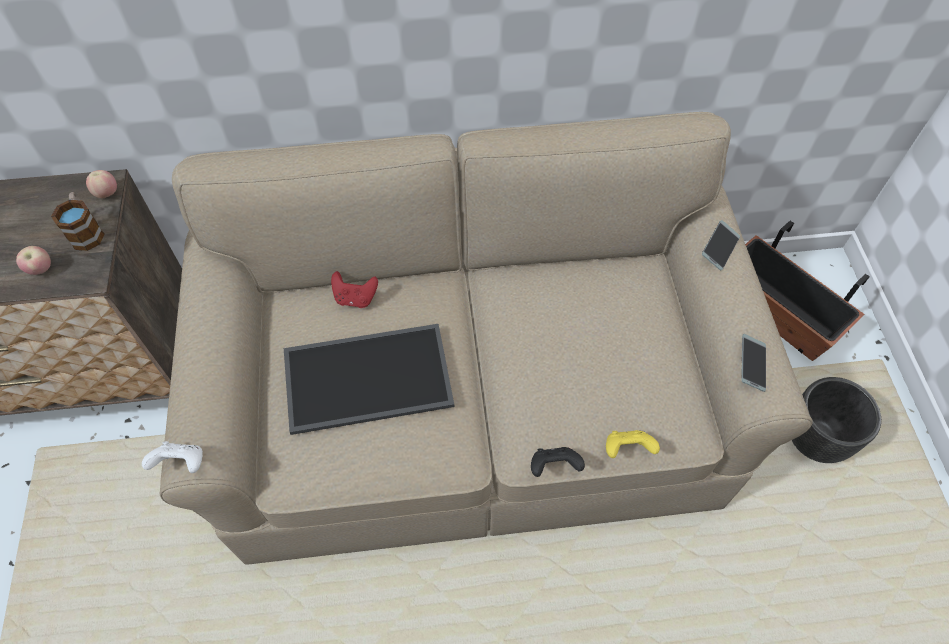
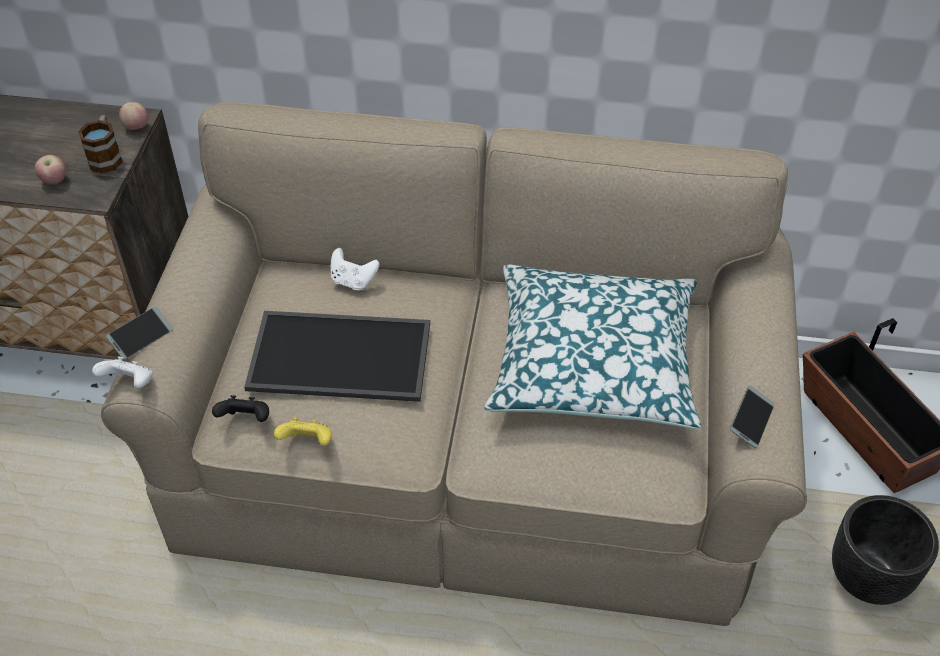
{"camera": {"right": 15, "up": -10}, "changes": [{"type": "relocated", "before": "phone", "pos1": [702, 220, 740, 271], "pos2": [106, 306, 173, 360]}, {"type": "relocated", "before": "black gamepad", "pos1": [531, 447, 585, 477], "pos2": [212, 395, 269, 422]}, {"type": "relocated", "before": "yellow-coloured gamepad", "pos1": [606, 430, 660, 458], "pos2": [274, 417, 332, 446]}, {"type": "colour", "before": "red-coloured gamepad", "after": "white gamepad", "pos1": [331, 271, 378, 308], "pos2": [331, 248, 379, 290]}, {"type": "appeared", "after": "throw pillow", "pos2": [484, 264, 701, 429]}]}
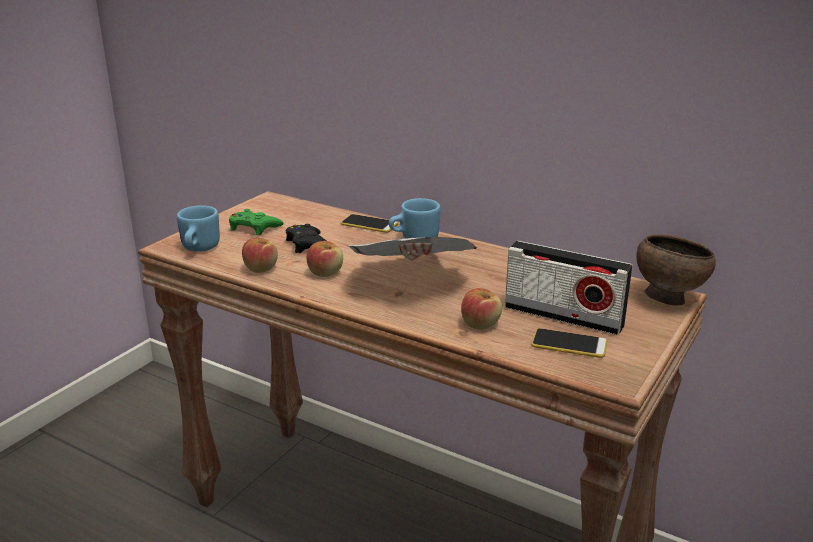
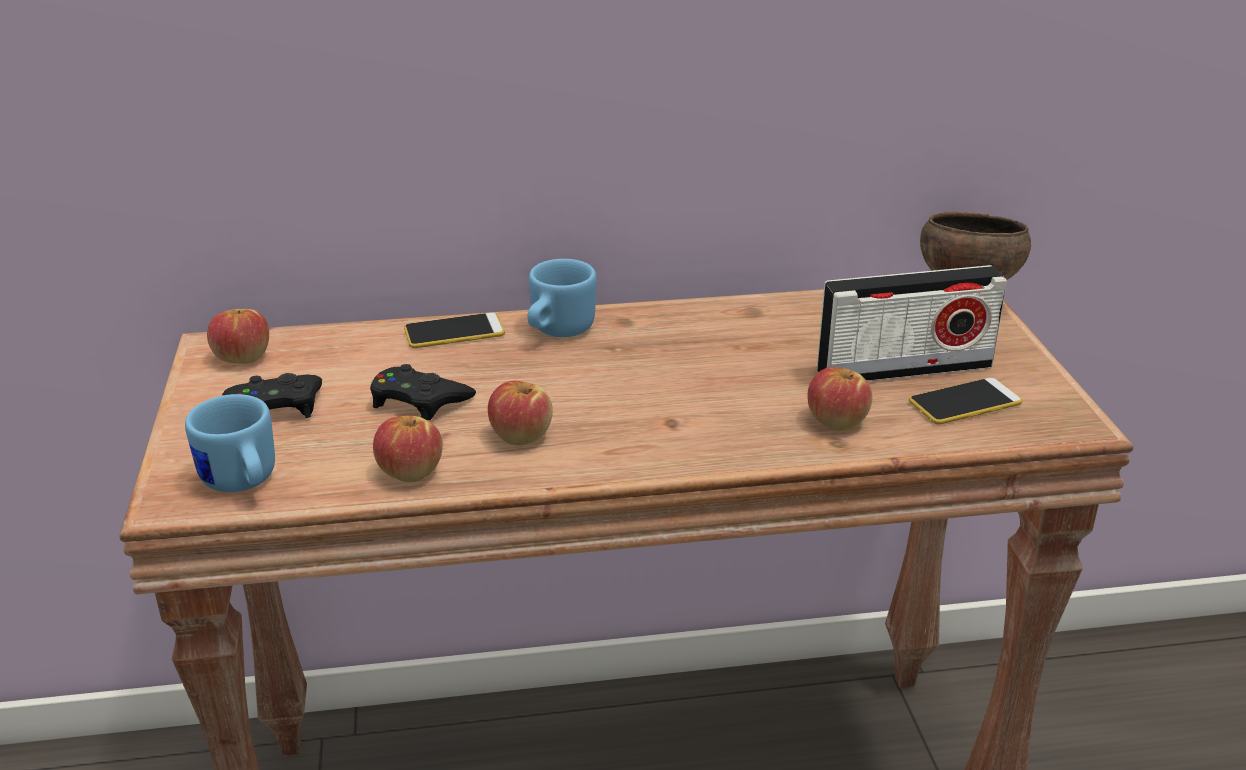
{"camera": {"right": -40, "up": 5}, "changes": [{"type": "appeared", "after": "apple fruit", "pos2": [207, 309, 269, 364]}, {"type": "colour", "before": "green gamepad", "after": "black gamepad", "pos1": [229, 209, 284, 235], "pos2": [222, 373, 322, 418]}, {"type": "missing", "before": "daily paper", "pos1": [349, 237, 477, 261]}]}
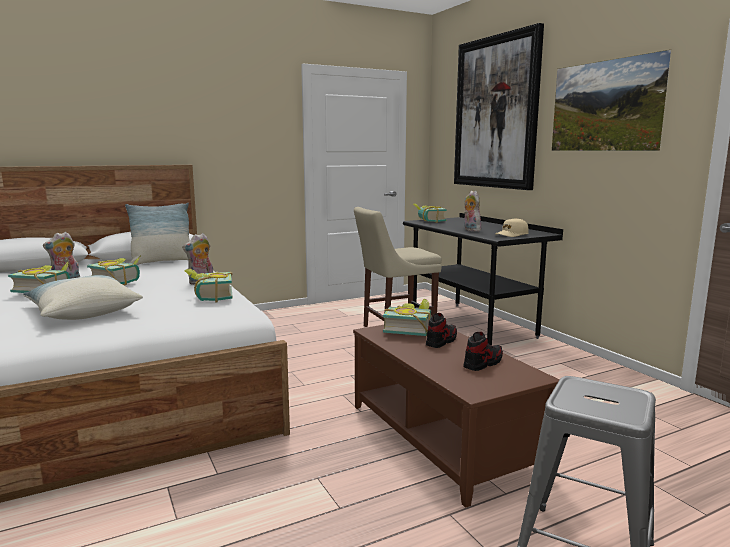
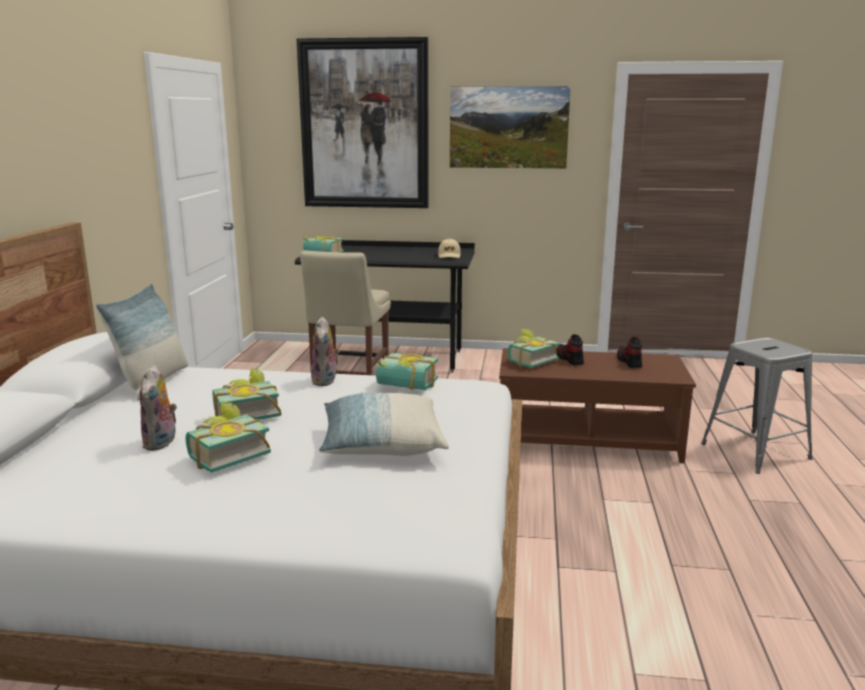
{"camera": {"right": -55, "up": 5}, "changes": [{"type": "missing", "before": "soft toy", "pos1": [464, 191, 481, 231]}]}
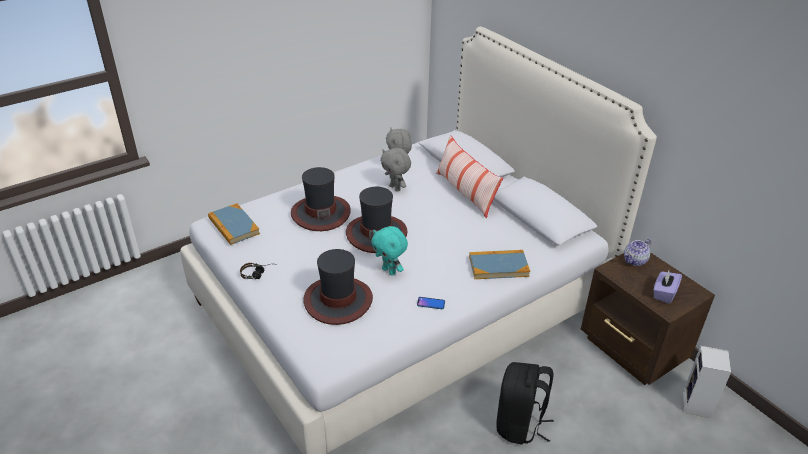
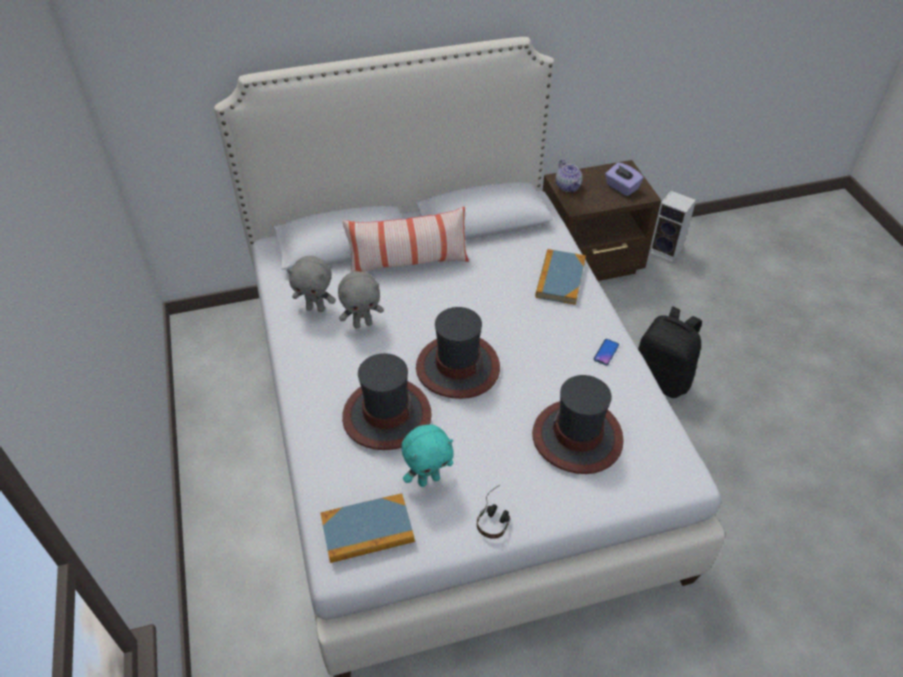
{"camera": {"right": -70, "up": 10}, "changes": [{"type": "relocated", "before": "blue-green soft toy", "pos1": [371, 226, 408, 276], "pos2": [401, 424, 453, 487]}]}
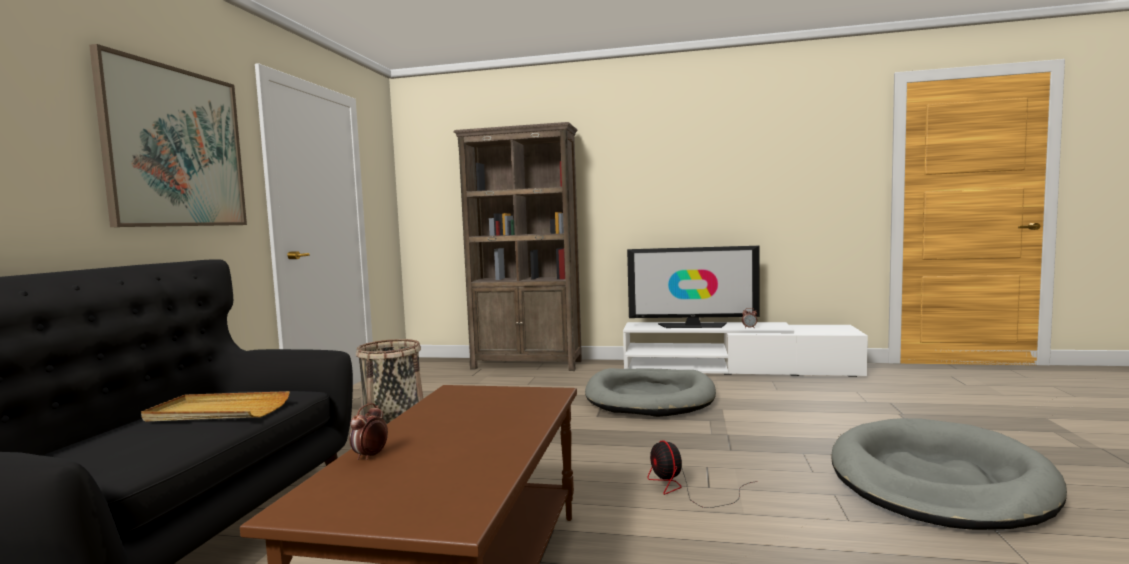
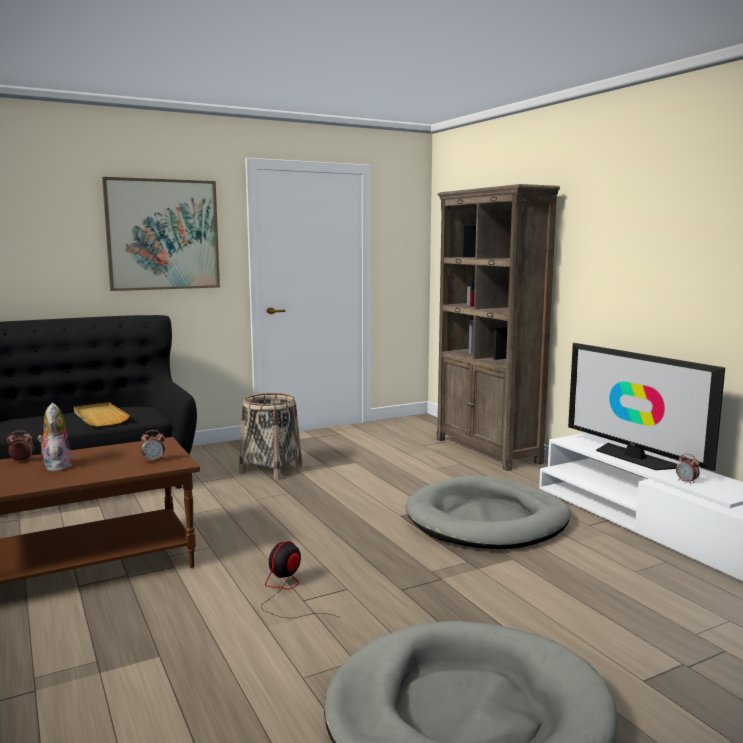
{"camera": {"right": 50, "up": 5}, "changes": [{"type": "appeared", "after": "soft toy", "pos2": [38, 403, 72, 472]}, {"type": "appeared", "after": "table clock", "pos2": [141, 430, 165, 462]}]}
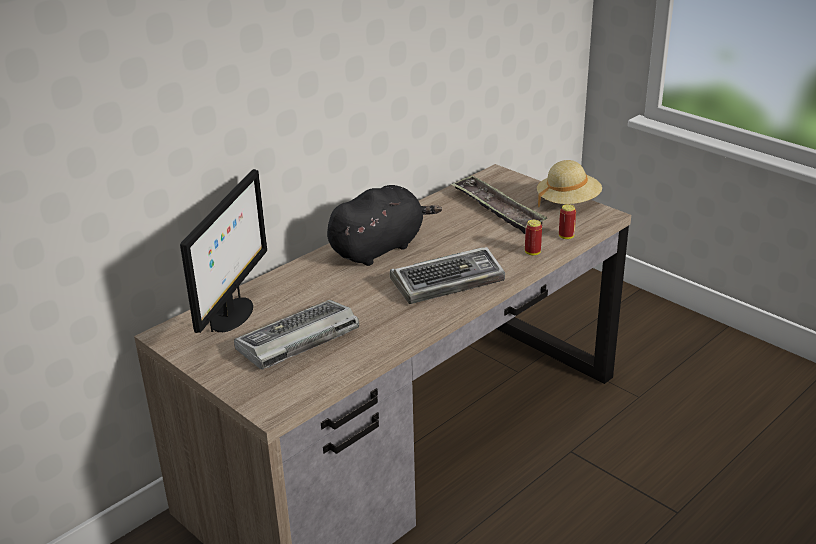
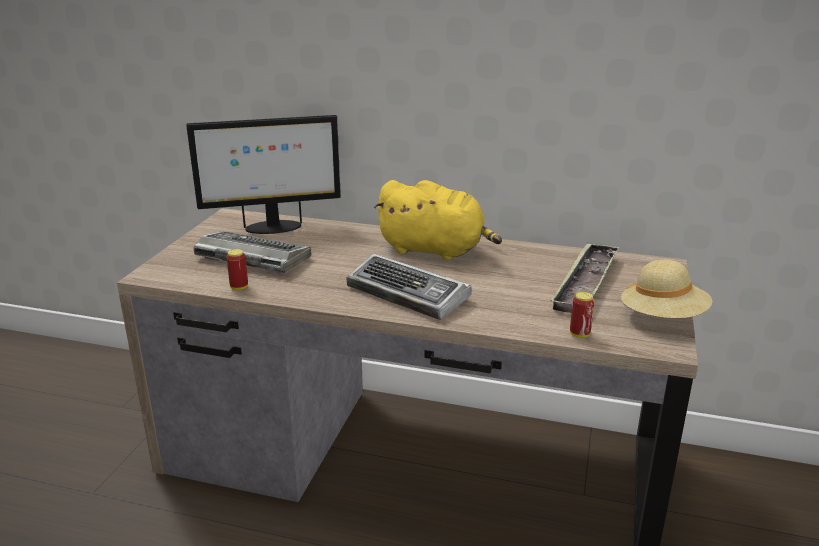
{"camera": {"right": 60, "up": -5}, "changes": [{"type": "relocated", "before": "metal can", "pos1": [525, 220, 542, 255], "pos2": [227, 249, 248, 290]}, {"type": "colour", "before": "black soft toy", "after": "yellow-coloured soft toy", "pos1": [327, 185, 442, 266], "pos2": [374, 180, 502, 260]}]}
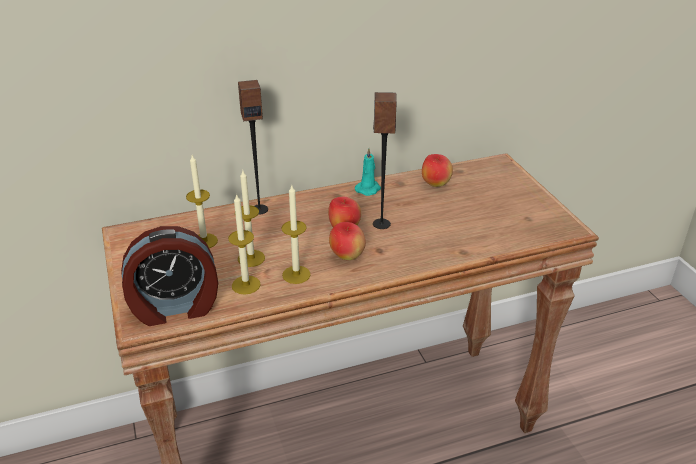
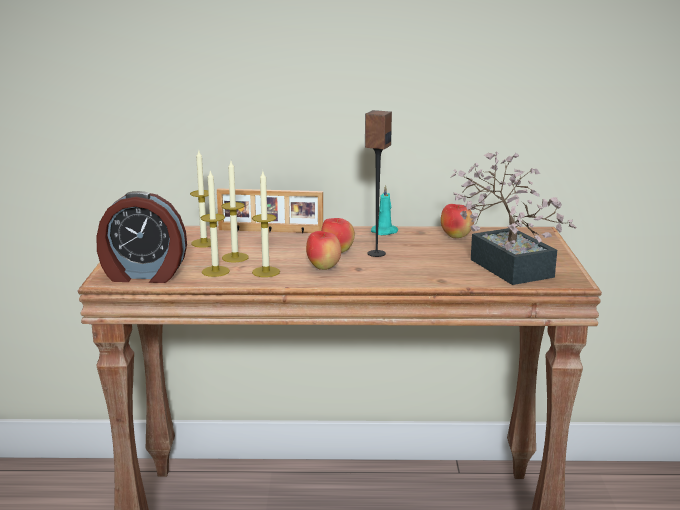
{"camera": {"right": 20, "up": -15}, "changes": [{"type": "exchanged", "before": "loudspeaker", "after": "picture frame", "pos1": [238, 80, 268, 215], "pos2": [217, 188, 323, 234]}, {"type": "appeared", "after": "houseplant", "pos2": [450, 151, 576, 285]}]}
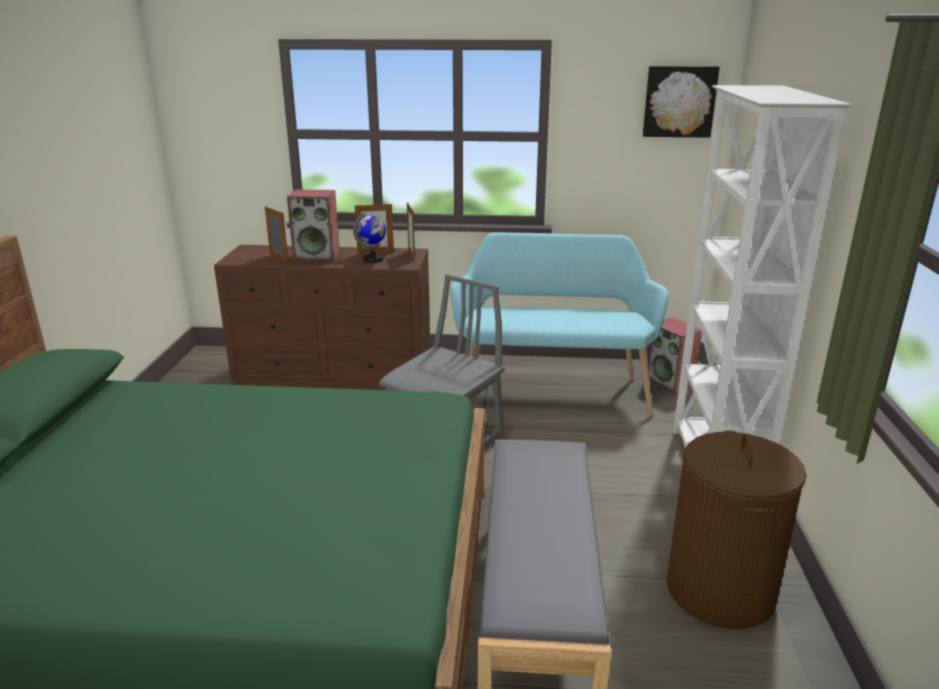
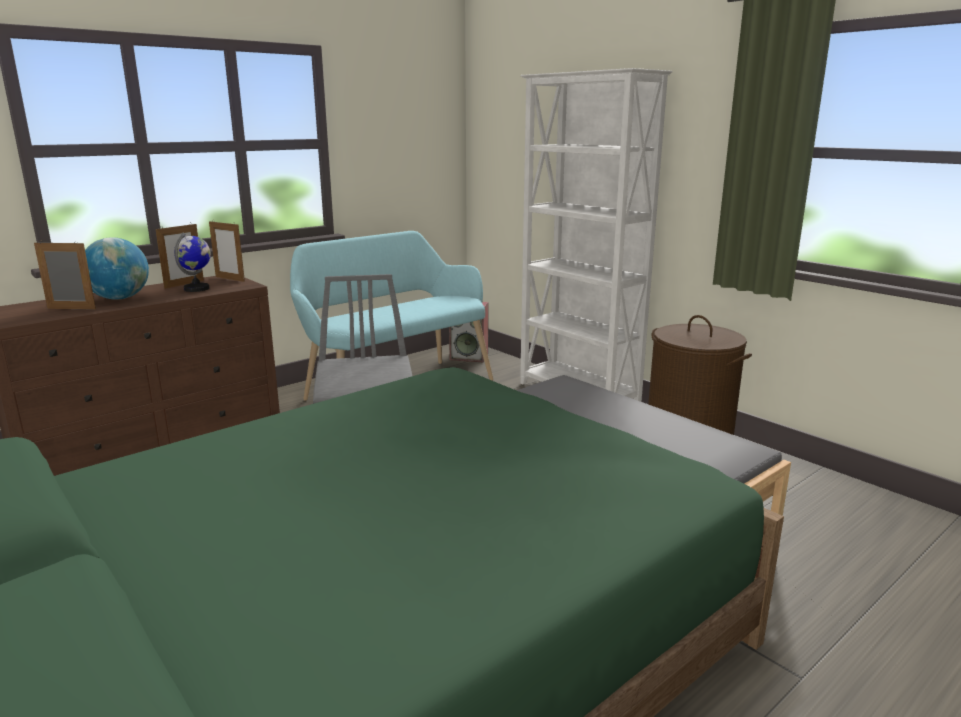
{"camera": {"right": -45, "up": -5}, "changes": [{"type": "exchanged", "before": "loudspeaker", "after": "globe", "pos1": [287, 190, 340, 261], "pos2": [85, 237, 149, 300]}, {"type": "missing", "before": "wall art", "pos1": [643, 66, 720, 138]}]}
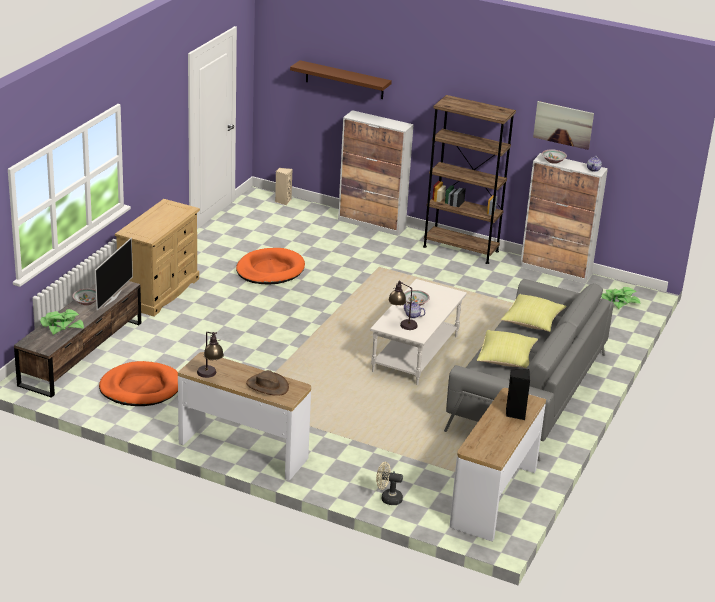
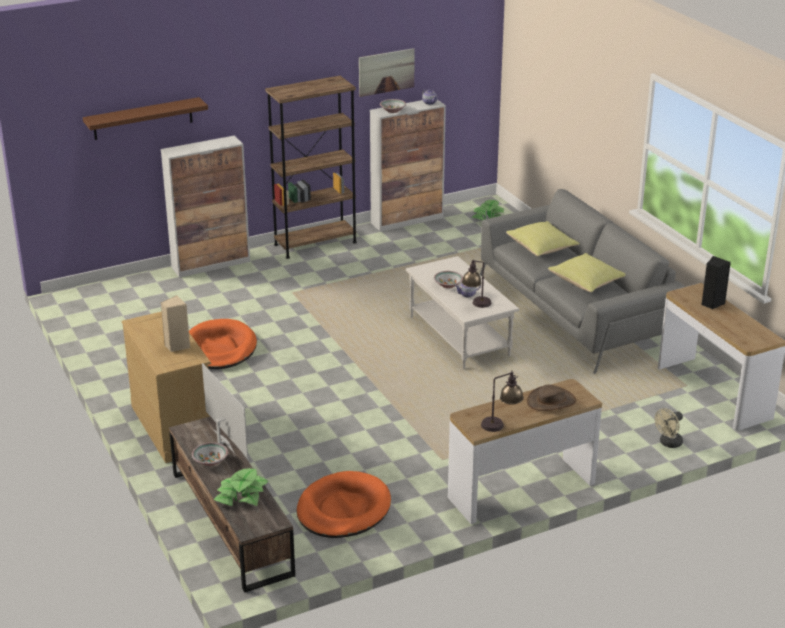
{"camera": {"right": -50, "up": 0}, "changes": [{"type": "relocated", "before": "beige-coloured loudspeaker", "pos1": [275, 168, 292, 205], "pos2": [161, 295, 190, 352]}]}
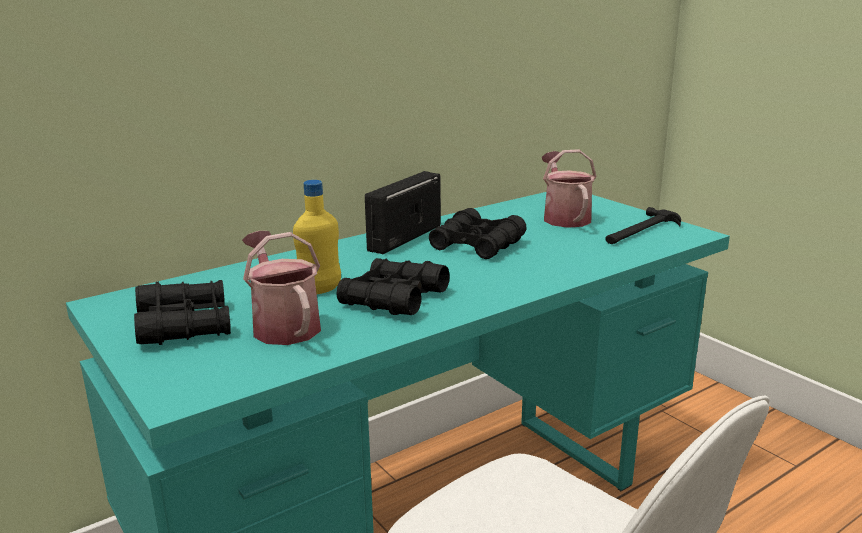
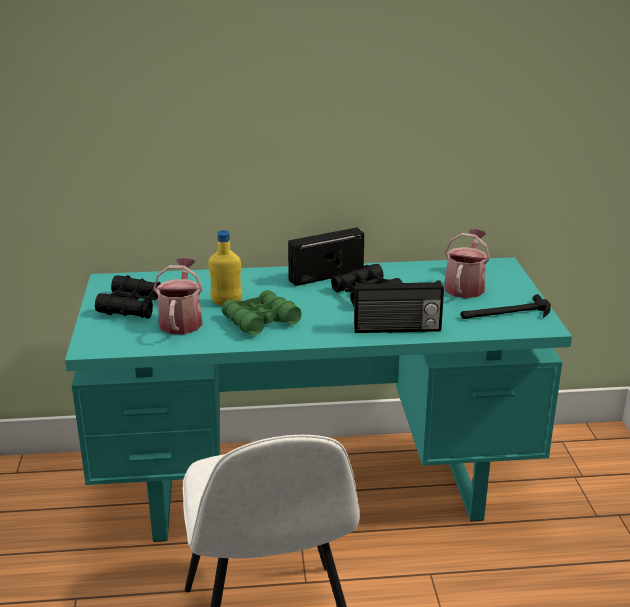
{"camera": {"right": 30, "up": 5}, "changes": [{"type": "colour", "before": "black binoculars", "after": "green binoculars", "pos1": [337, 258, 450, 315], "pos2": [221, 290, 302, 335]}, {"type": "appeared", "after": "radio receiver", "pos2": [354, 281, 444, 333]}]}
